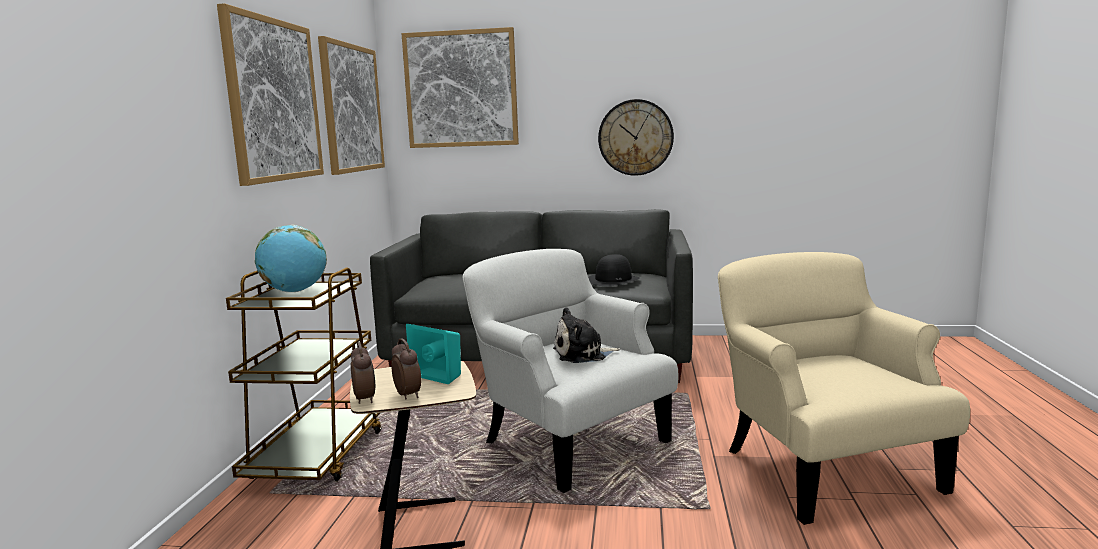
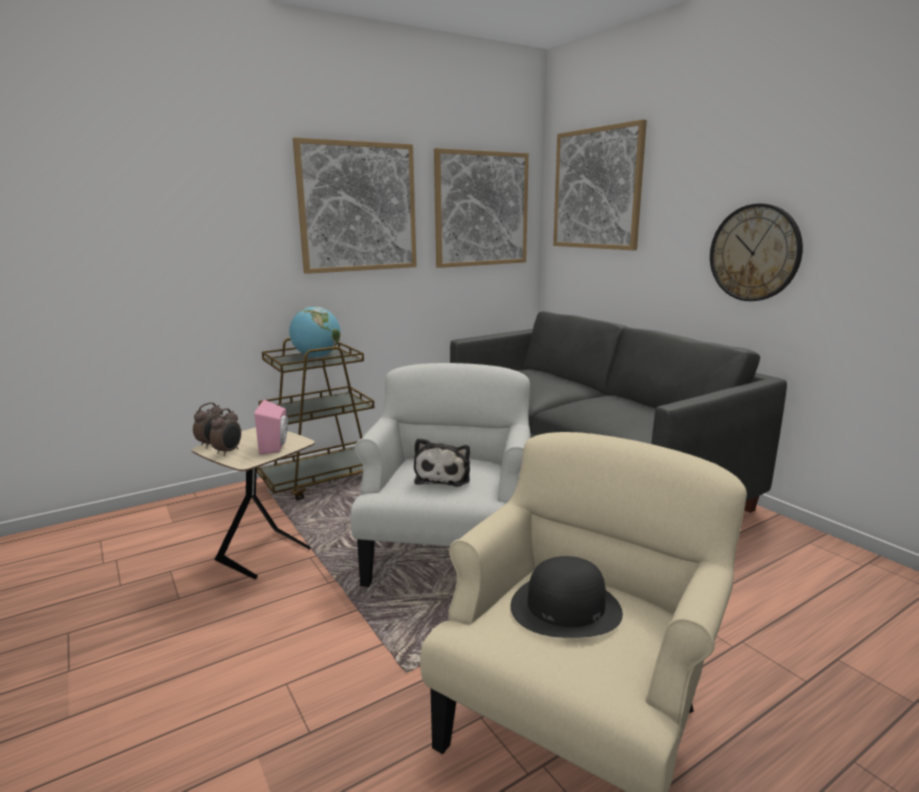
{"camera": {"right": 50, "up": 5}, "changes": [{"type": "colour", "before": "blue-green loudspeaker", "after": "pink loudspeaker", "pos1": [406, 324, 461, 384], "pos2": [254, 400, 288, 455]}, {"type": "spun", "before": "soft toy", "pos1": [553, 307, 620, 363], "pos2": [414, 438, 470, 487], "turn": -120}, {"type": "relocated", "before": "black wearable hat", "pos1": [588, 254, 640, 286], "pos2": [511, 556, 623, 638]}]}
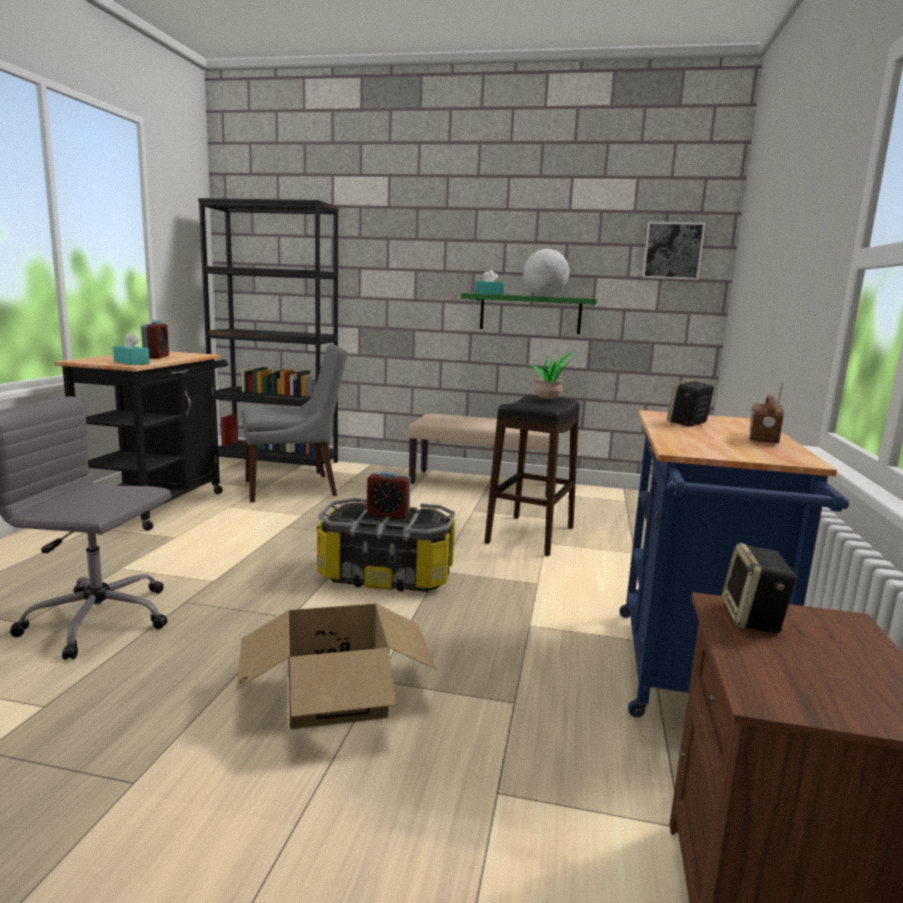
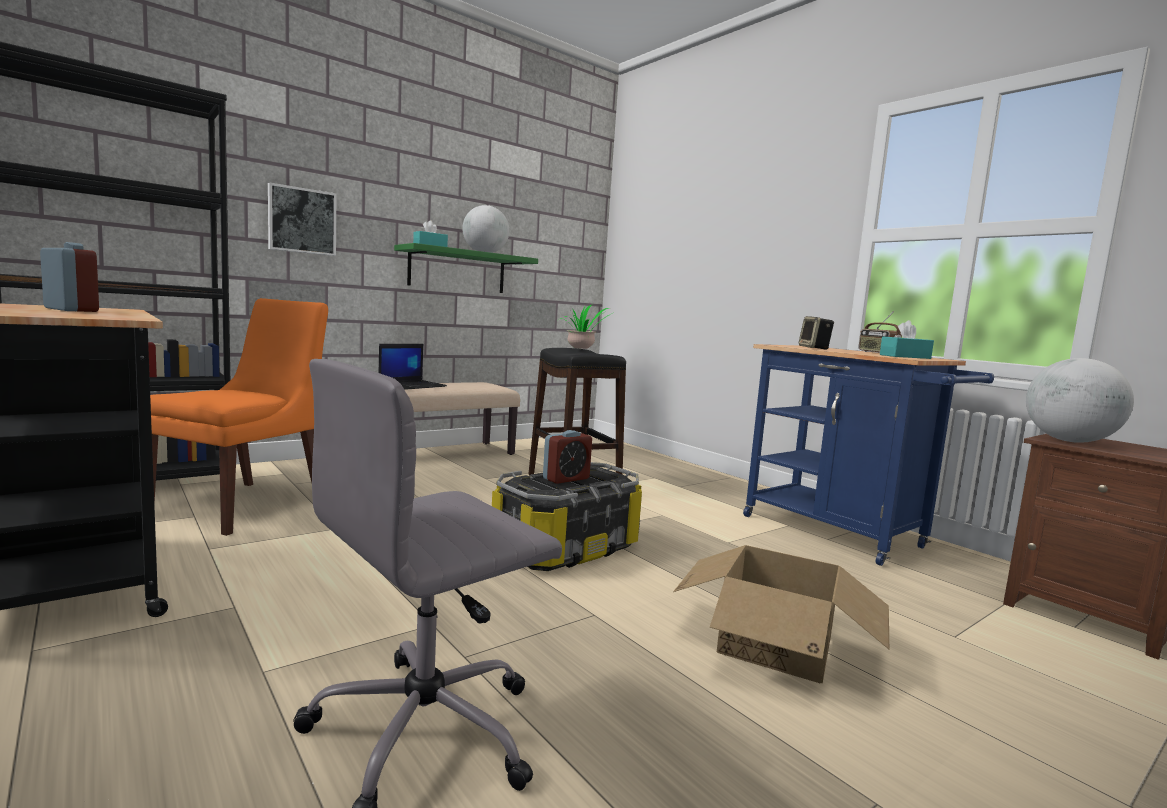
{"camera": {"right": -50, "up": -5}, "changes": [{"type": "colour", "before": "greyish plain chair", "after": "orange-coloured plain chair", "pos1": [241, 344, 347, 502], "pos2": [150, 298, 328, 536]}, {"type": "relocated", "before": "wall art", "pos1": [642, 222, 705, 280], "pos2": [268, 182, 336, 256]}, {"type": "appeared", "after": "portable computer", "pos2": [379, 344, 447, 390]}, {"type": "relocated", "before": "blue-green tissue holder", "pos1": [113, 332, 150, 365], "pos2": [880, 320, 934, 359]}, {"type": "exchanged", "before": "loudspeaker", "after": "globe", "pos1": [722, 543, 797, 633], "pos2": [1026, 358, 1134, 443]}]}
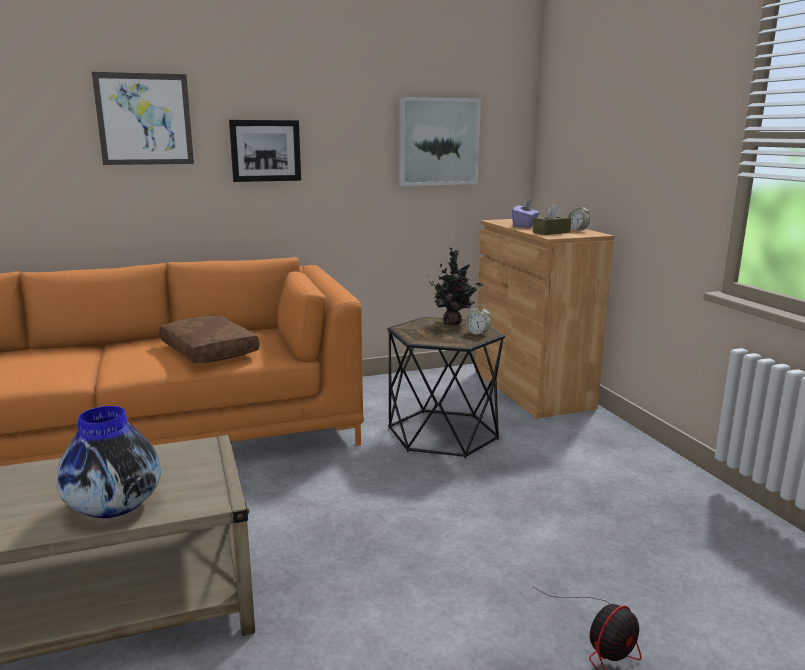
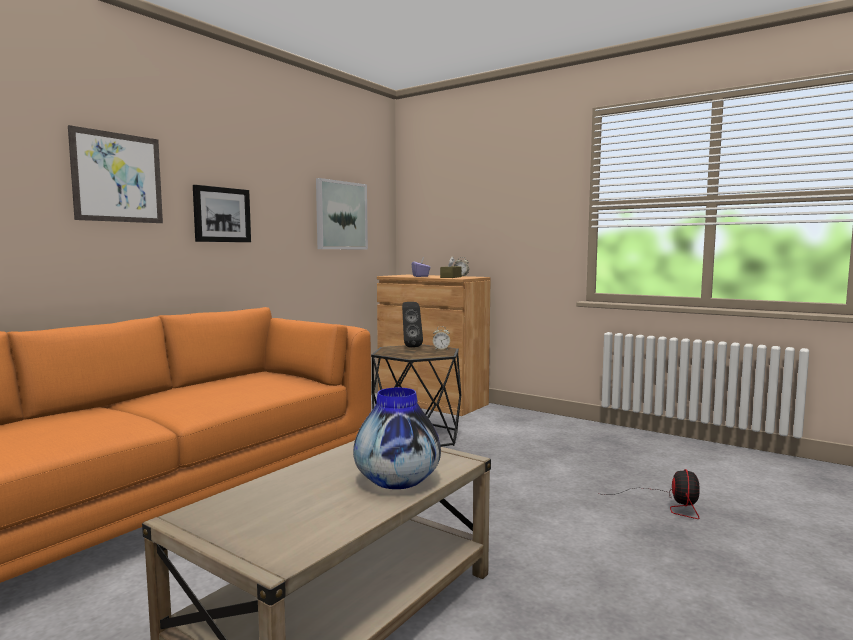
{"camera": {"right": -35, "up": -10}, "changes": [{"type": "exchanged", "before": "houseplant", "after": "black loudspeaker", "pos1": [429, 248, 483, 325], "pos2": [402, 302, 423, 347]}, {"type": "missing", "before": "brownish throw pillow", "pos1": [159, 315, 260, 363]}]}
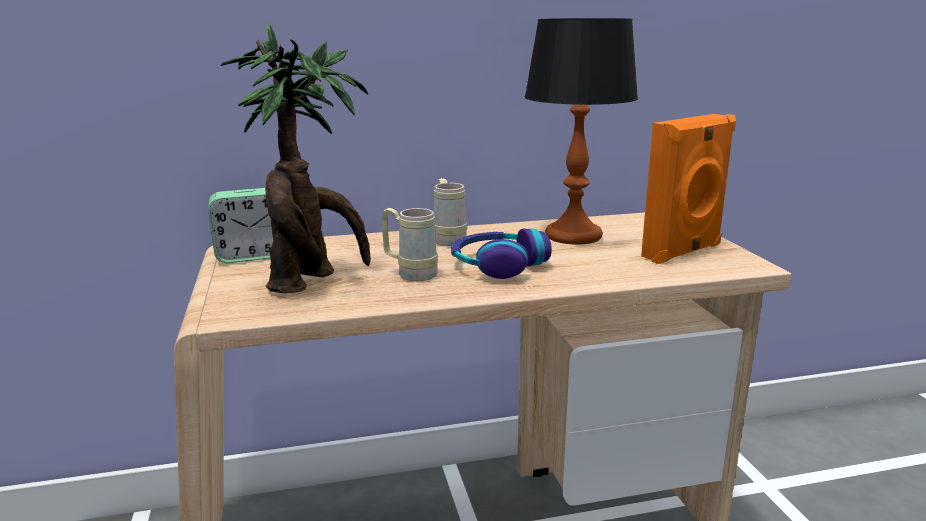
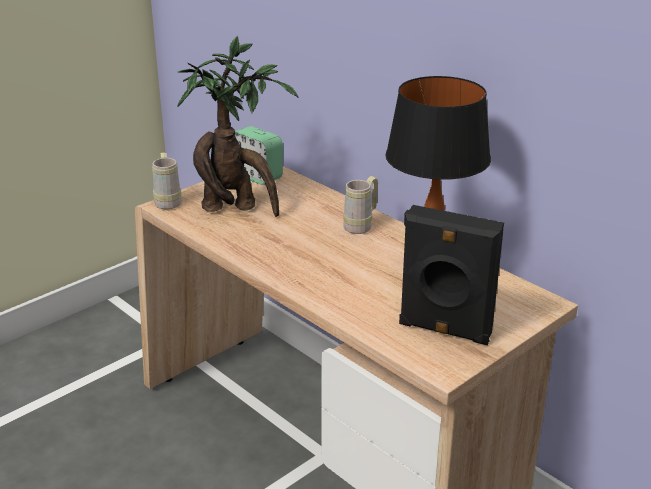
{"camera": {"right": 60, "up": 10}, "changes": [{"type": "relocated", "before": "beige-coloured coffee mug", "pos1": [381, 208, 438, 281], "pos2": [152, 152, 182, 209]}, {"type": "colour", "before": "orange-coloured loudspeaker", "after": "black loudspeaker", "pos1": [641, 114, 736, 264], "pos2": [399, 205, 504, 345]}, {"type": "missing", "before": "pair of headphones", "pos1": [451, 229, 552, 279]}]}
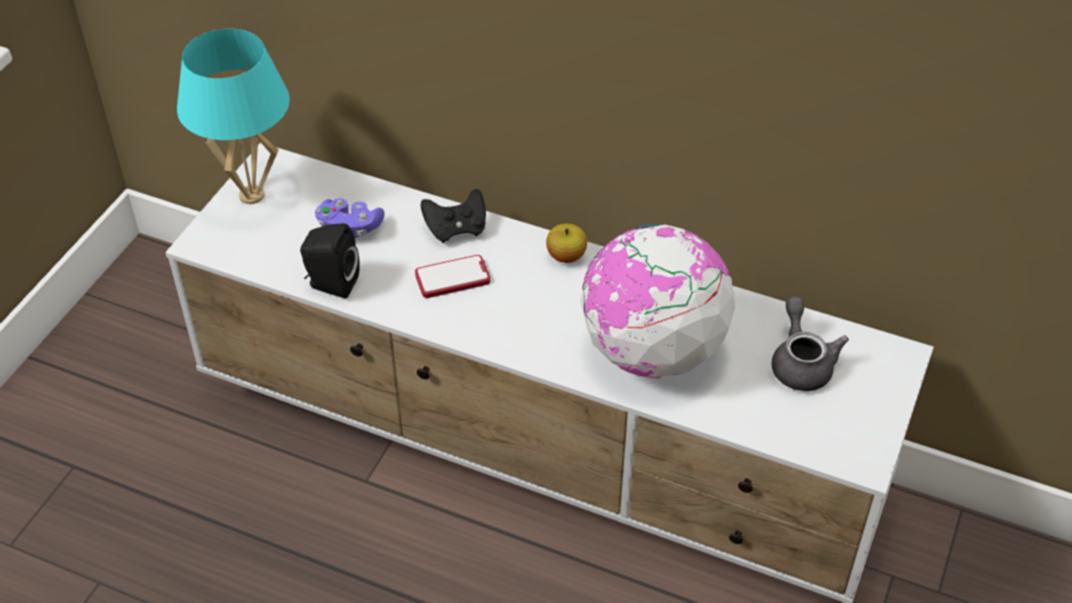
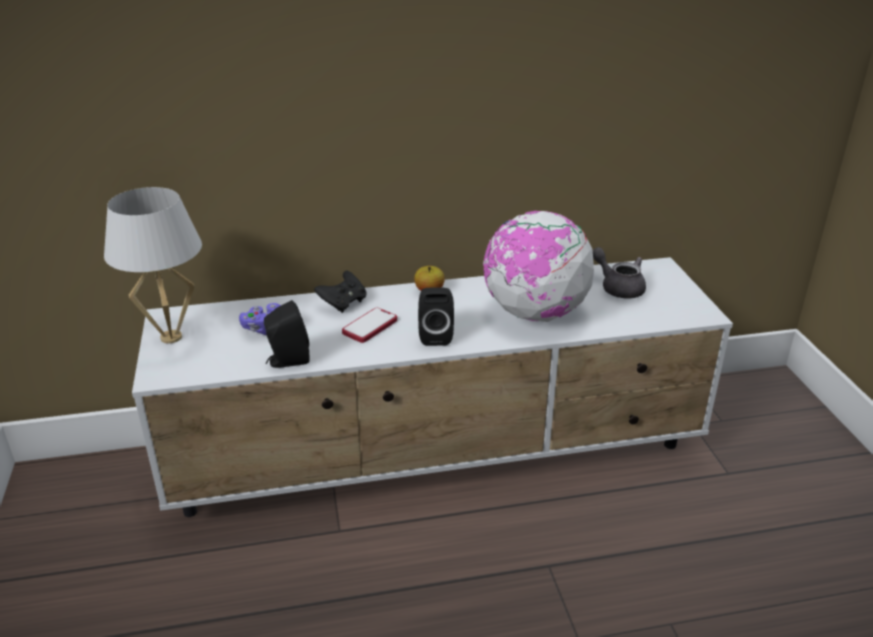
{"camera": {"right": -35, "up": -15}, "changes": [{"type": "colour", "before": "blue-green table lamp", "after": "white table lamp", "pos1": [177, 29, 290, 204], "pos2": [104, 187, 202, 344]}, {"type": "appeared", "after": "black loudspeaker", "pos2": [418, 287, 454, 346]}]}
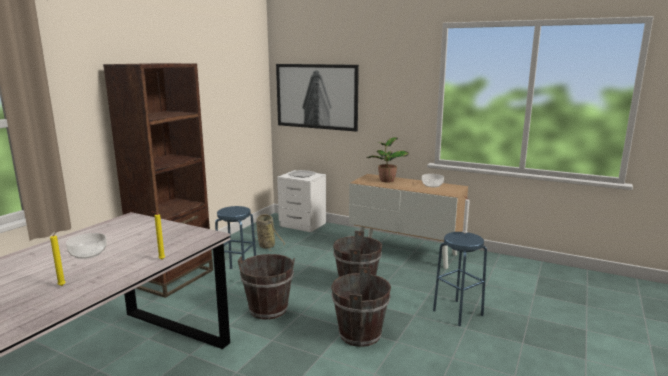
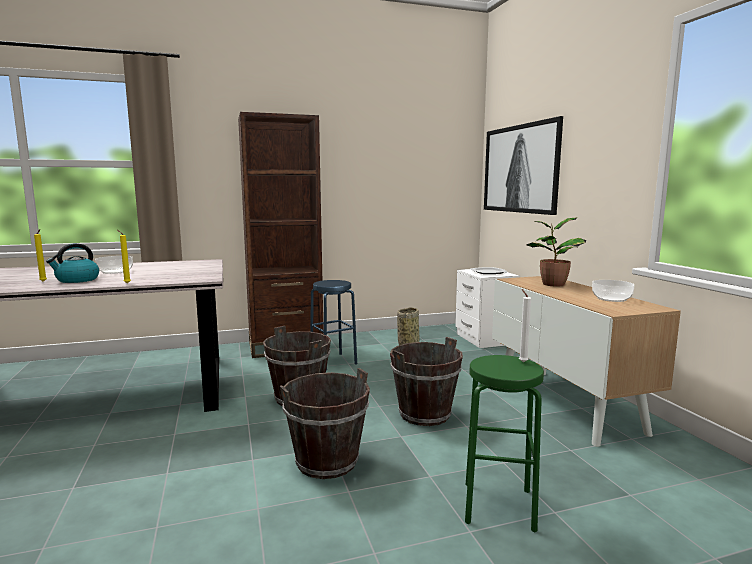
{"camera": {"right": 45, "up": -5}, "changes": [{"type": "appeared", "after": "kettle", "pos2": [46, 243, 99, 283]}, {"type": "colour", "before": "blue sitting stool", "after": "green sitting stool", "pos1": [433, 232, 487, 326], "pos2": [465, 355, 544, 532]}]}
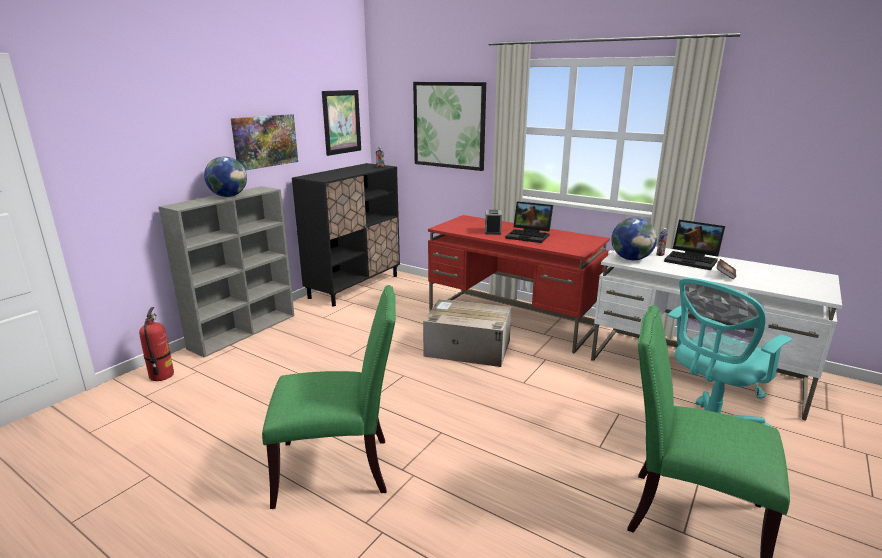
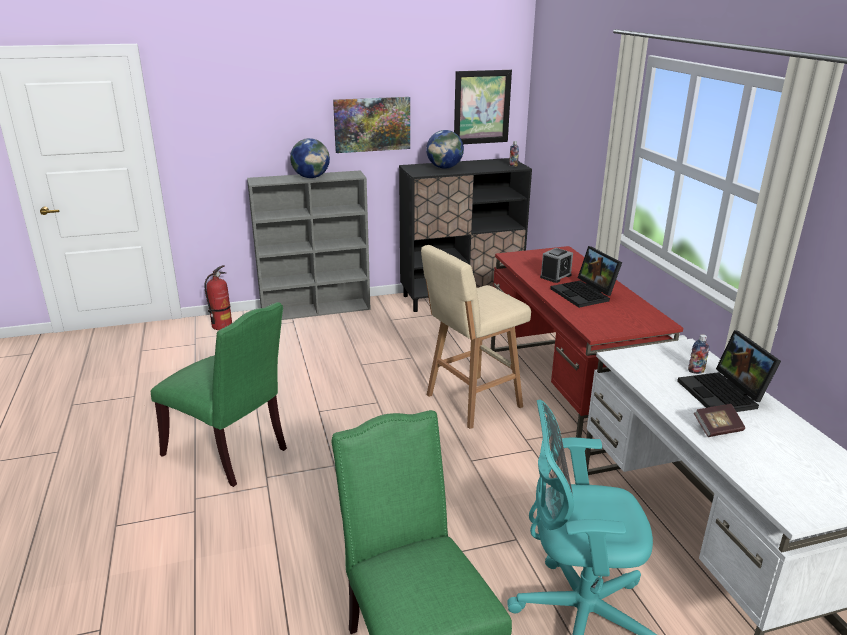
{"camera": {"right": 40, "up": 5}, "changes": [{"type": "exchanged", "before": "cardboard box", "after": "beige-coloured sitting stool", "pos1": [423, 299, 512, 367], "pos2": [421, 245, 531, 429]}, {"type": "relocated", "before": "globe", "pos1": [611, 217, 657, 260], "pos2": [426, 130, 464, 169]}, {"type": "missing", "before": "wall art", "pos1": [413, 82, 486, 171]}]}
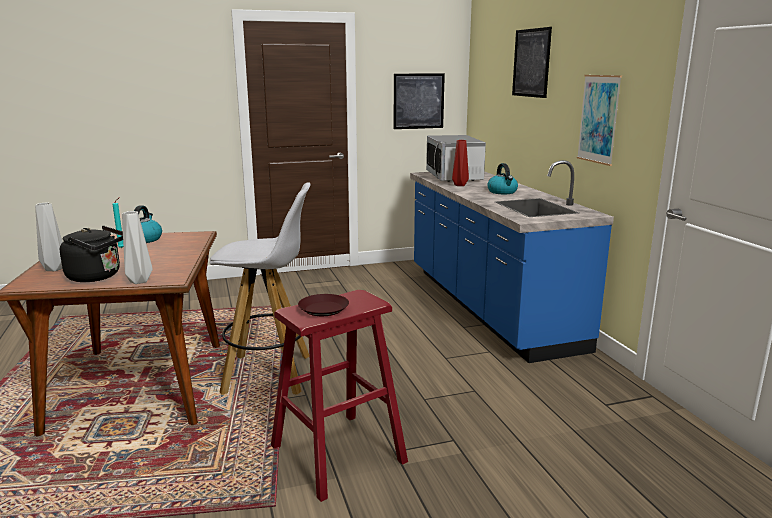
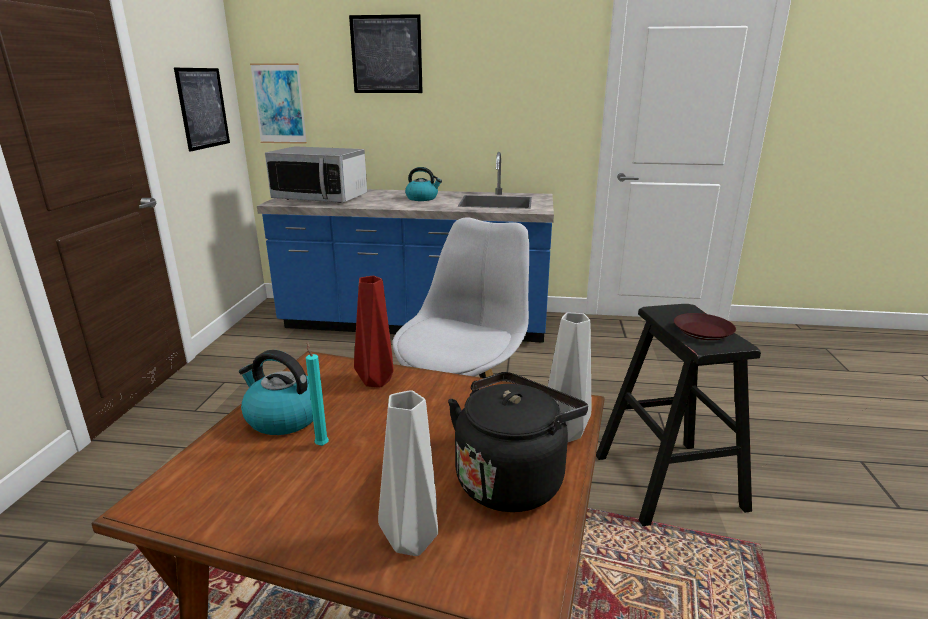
{"camera": {"right": -65, "up": 5}, "changes": [{"type": "relocated", "before": "wall art", "pos1": [577, 75, 622, 166], "pos2": [250, 63, 307, 144]}, {"type": "relocated", "before": "red-coloured vase", "pos1": [452, 140, 469, 186], "pos2": [354, 276, 393, 388]}, {"type": "colour", "before": "red-coloured sitting stool", "after": "black sitting stool", "pos1": [271, 290, 408, 502], "pos2": [596, 304, 761, 526]}]}
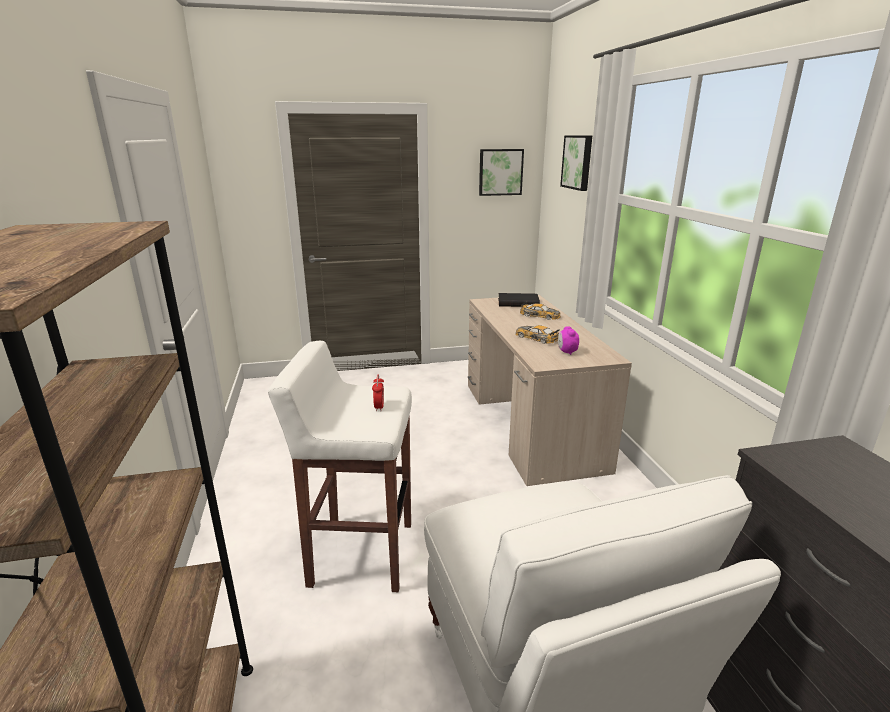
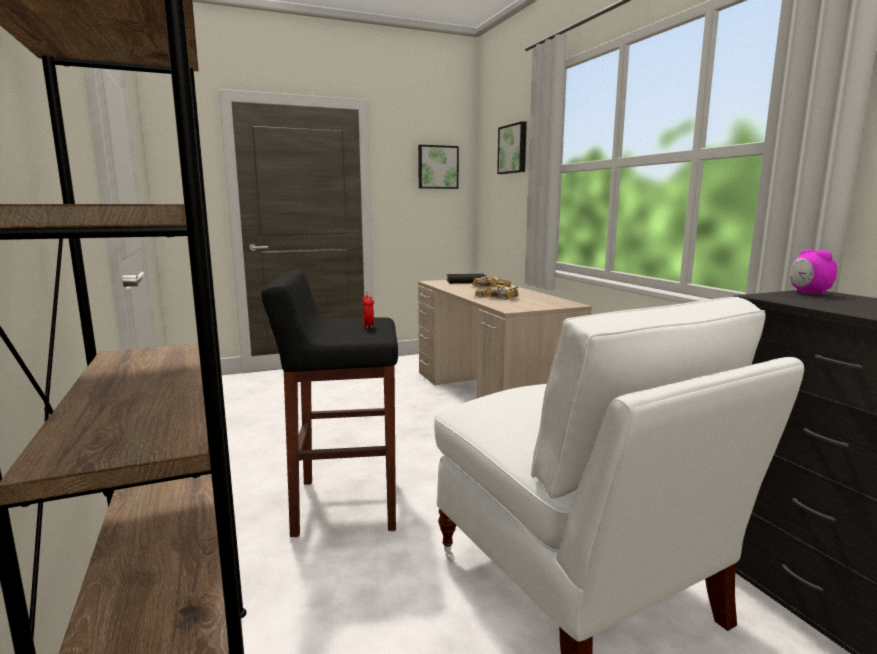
{"camera": {"right": -10, "up": -10}, "changes": [{"type": "colour", "before": "white sitting stool", "after": "black sitting stool", "pos1": [268, 341, 412, 592], "pos2": [261, 270, 398, 537]}, {"type": "relocated", "before": "table clock", "pos1": [558, 326, 579, 355], "pos2": [790, 249, 837, 295]}]}
